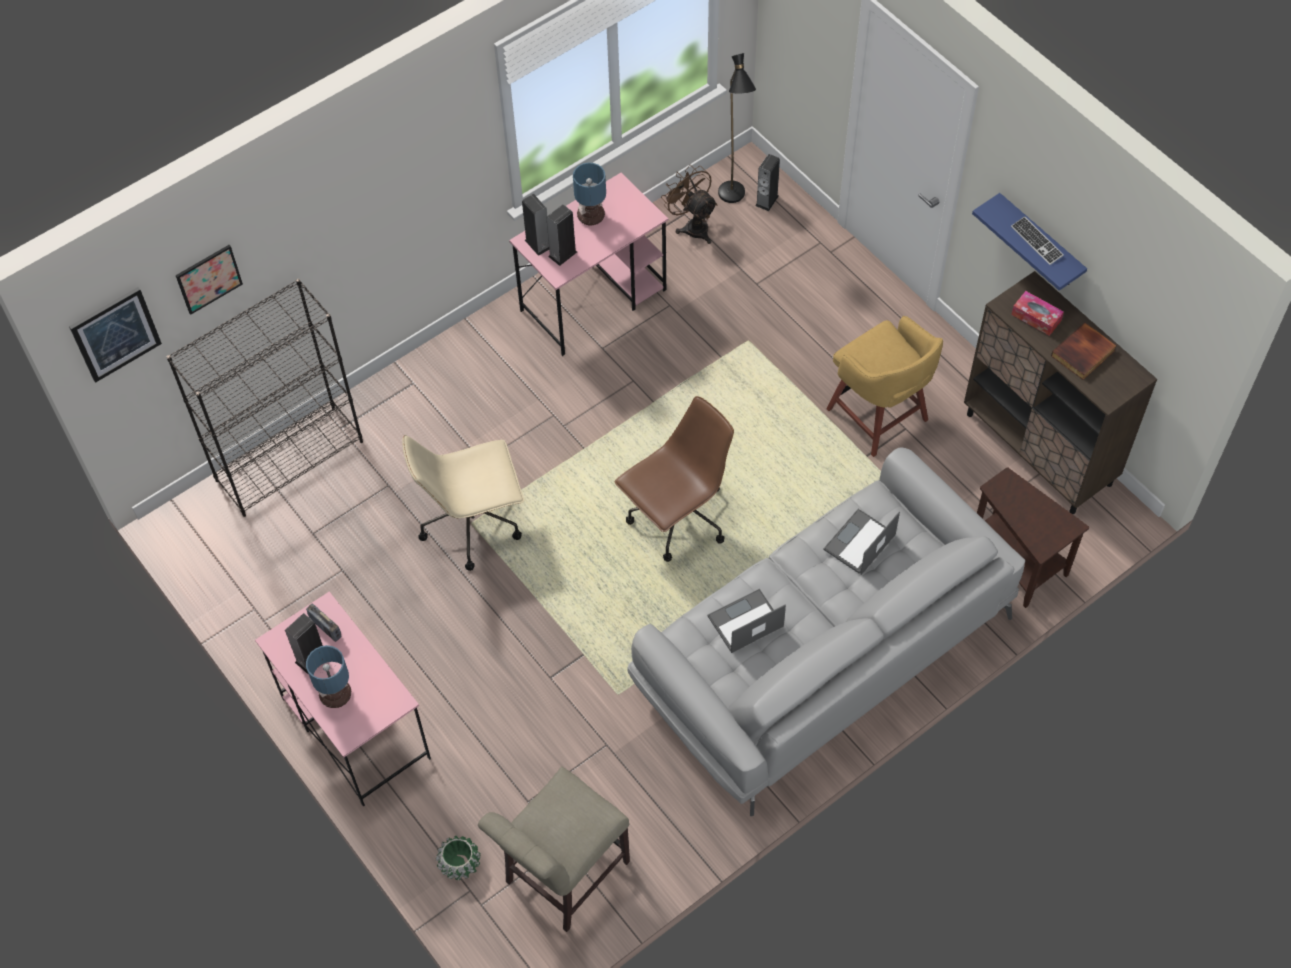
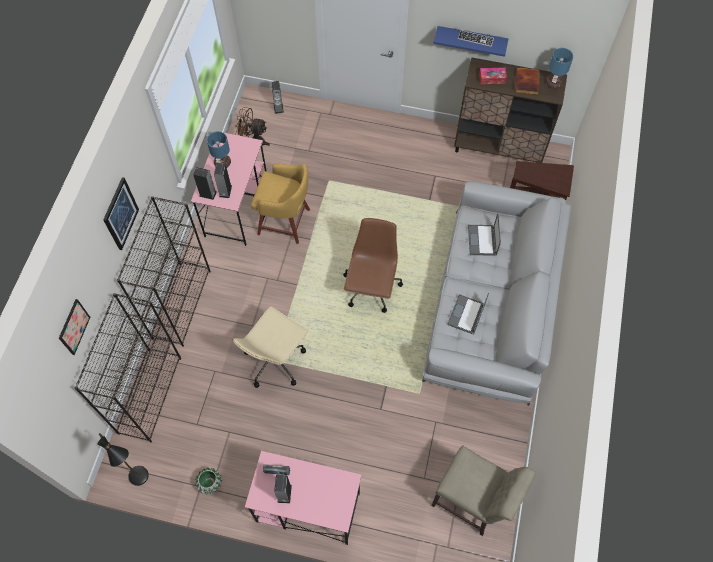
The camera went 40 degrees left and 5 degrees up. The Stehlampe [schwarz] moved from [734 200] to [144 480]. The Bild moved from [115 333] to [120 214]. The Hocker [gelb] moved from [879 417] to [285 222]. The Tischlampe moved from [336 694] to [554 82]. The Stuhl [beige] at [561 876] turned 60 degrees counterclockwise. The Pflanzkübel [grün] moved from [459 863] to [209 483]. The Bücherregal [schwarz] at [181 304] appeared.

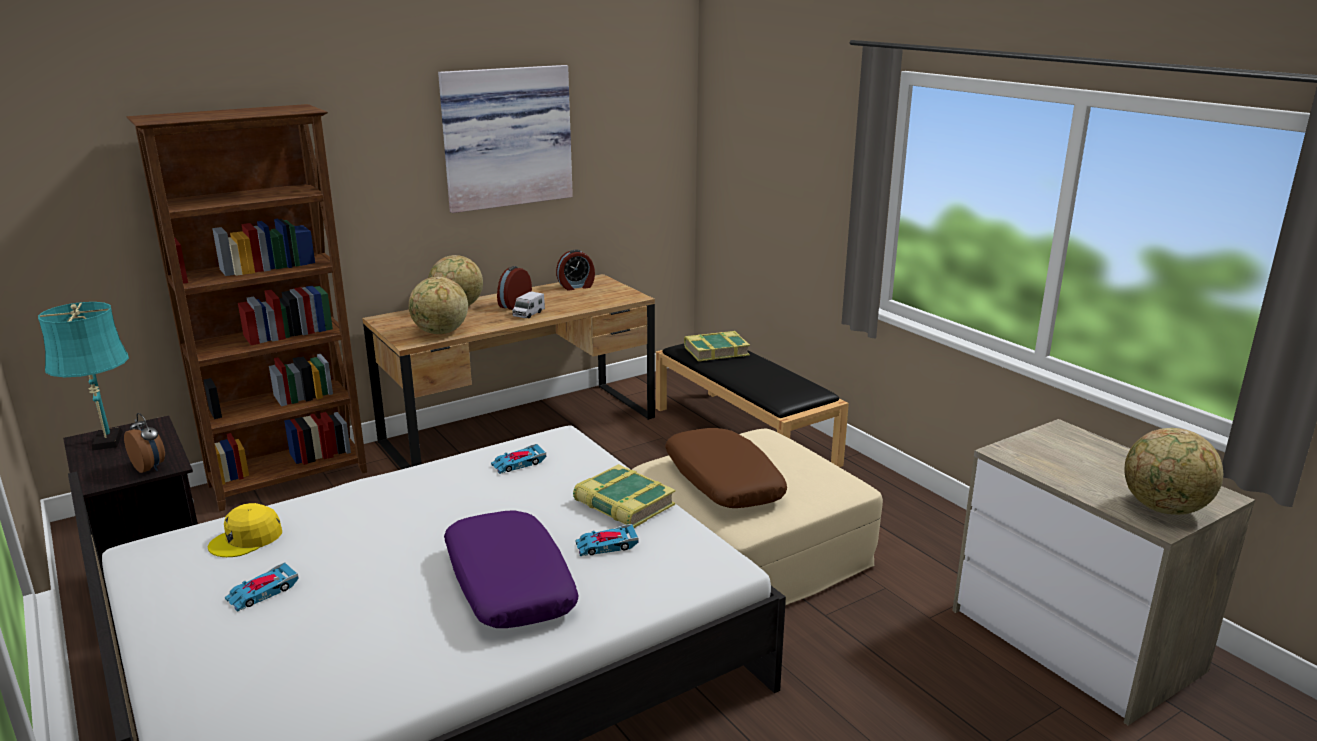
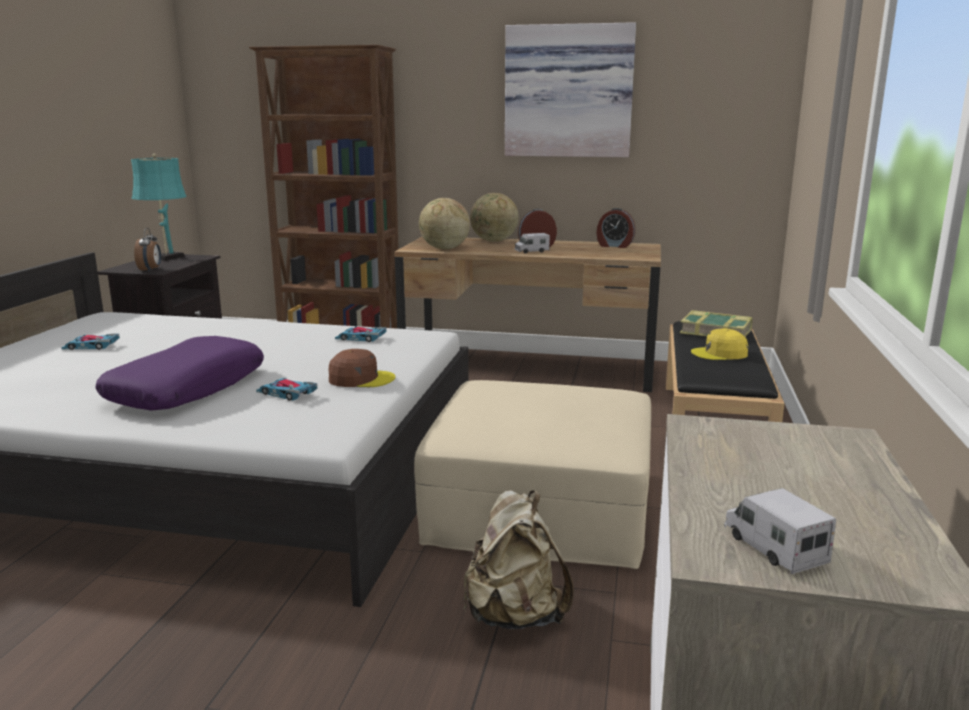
The camera went 45 degrees right and 5 degrees down. The Kissen [braun] at [722 481] disappeared. The Globus at [1164 509] was replaced by the Spielzeuglaster at [774 548]. The Buch at [623 504] was replaced by the Kappe [braun] at [361 379]. The Kappe [gelb] moved from [246 539] to [719 353]. The Rucksack [beige] at [514 616] appeared.

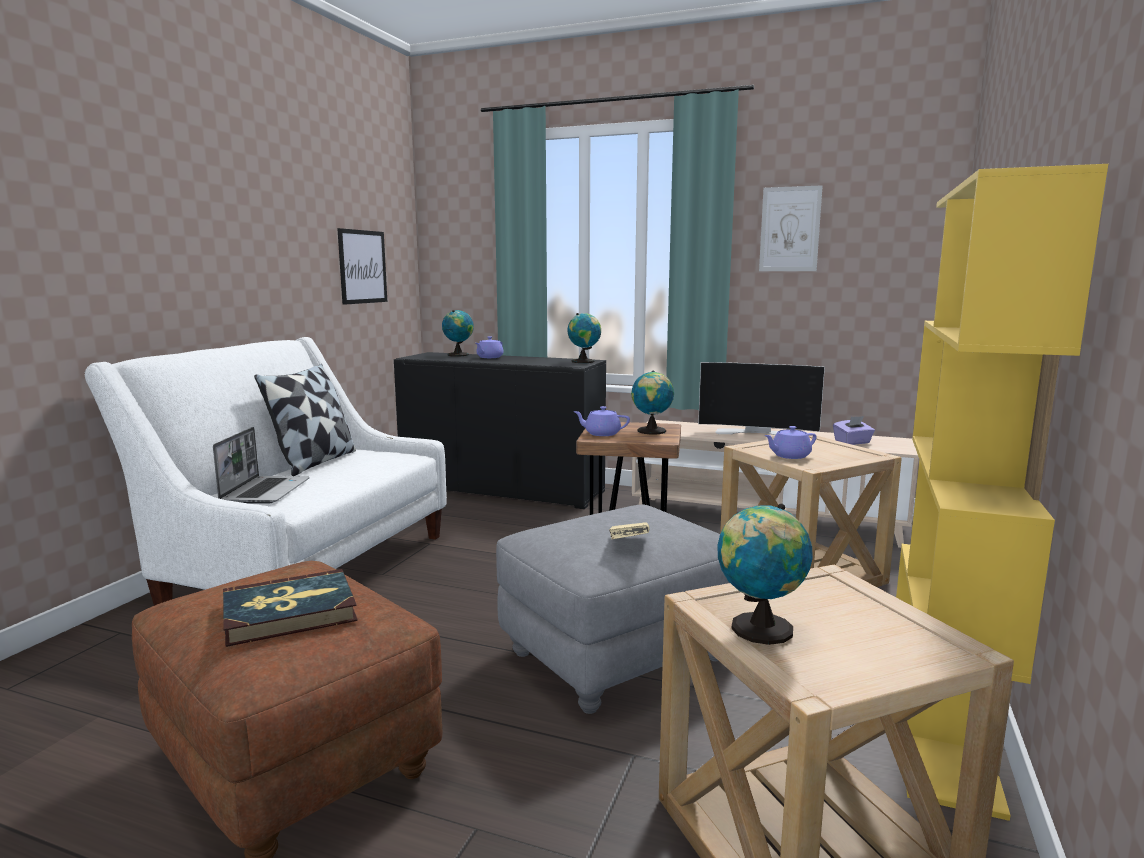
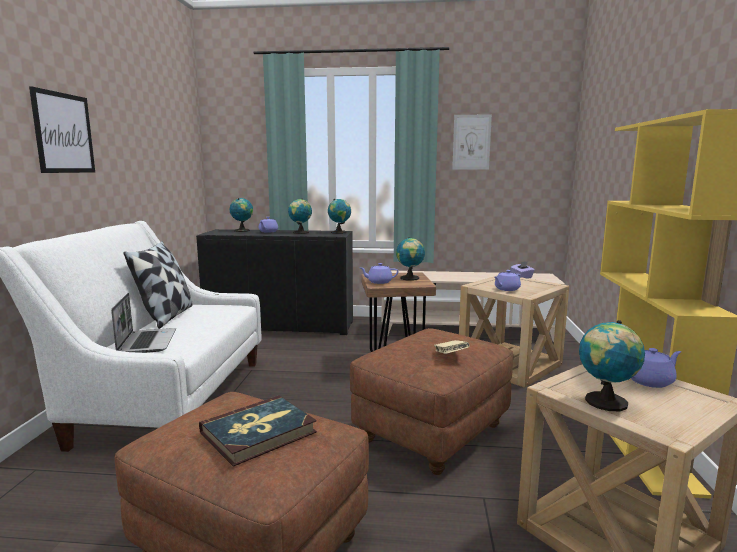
The camera went 15 degrees left and 0 degrees up. The Bild moved from [362 267] to [64 133]. The Fernseher at [758 432] disappeared. The Polsterhocker [grau] at [618 655] became the Polsterhocker [braun] at [432 432]. The Globus at [300 233] appeared. The Teekanne [lila] at [650 381] appeared.

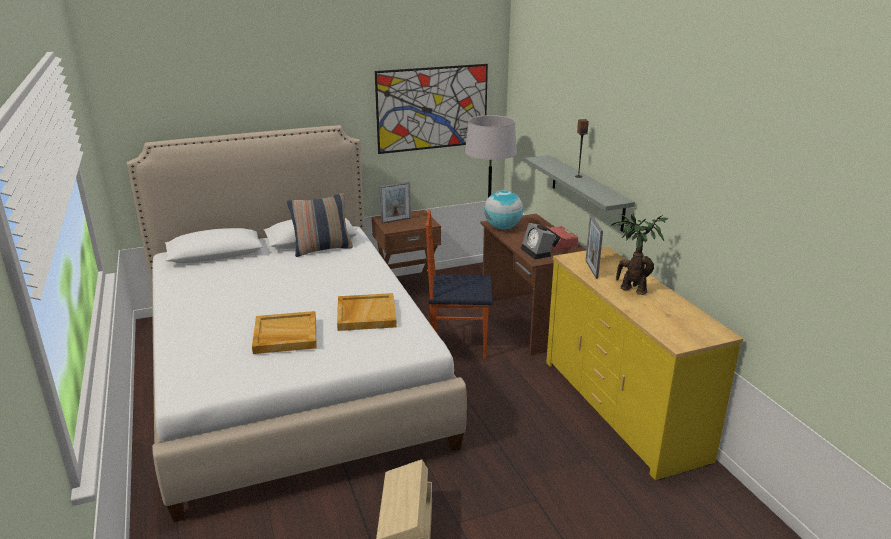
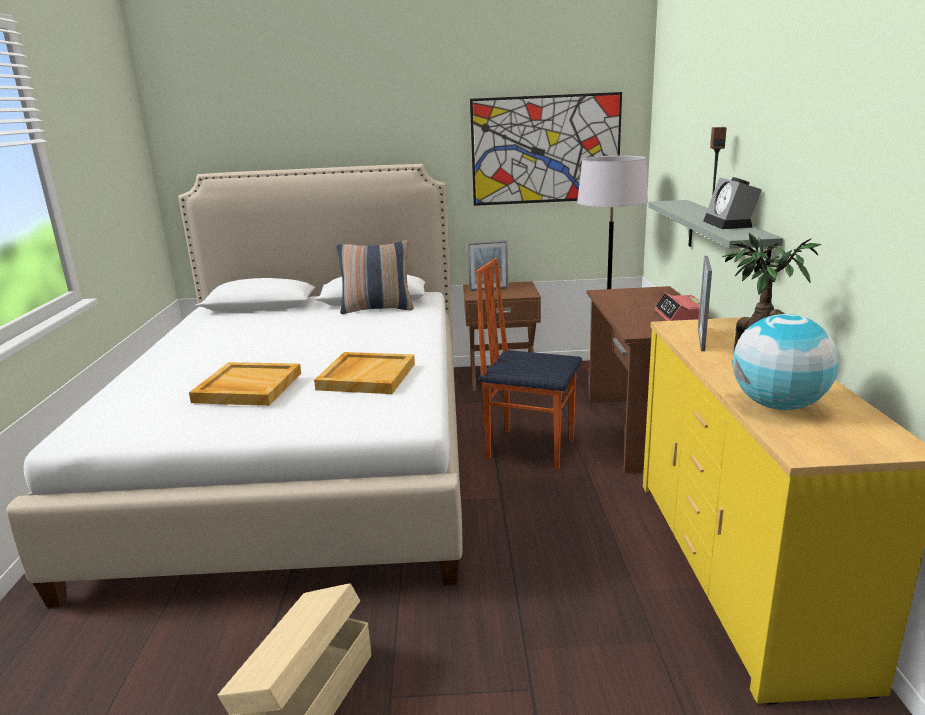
The camera went 20 degrees right and 5 degrees down. The Globus moved from [503 228] to [778 405]. The Wecker moved from [537 252] to [730 224].

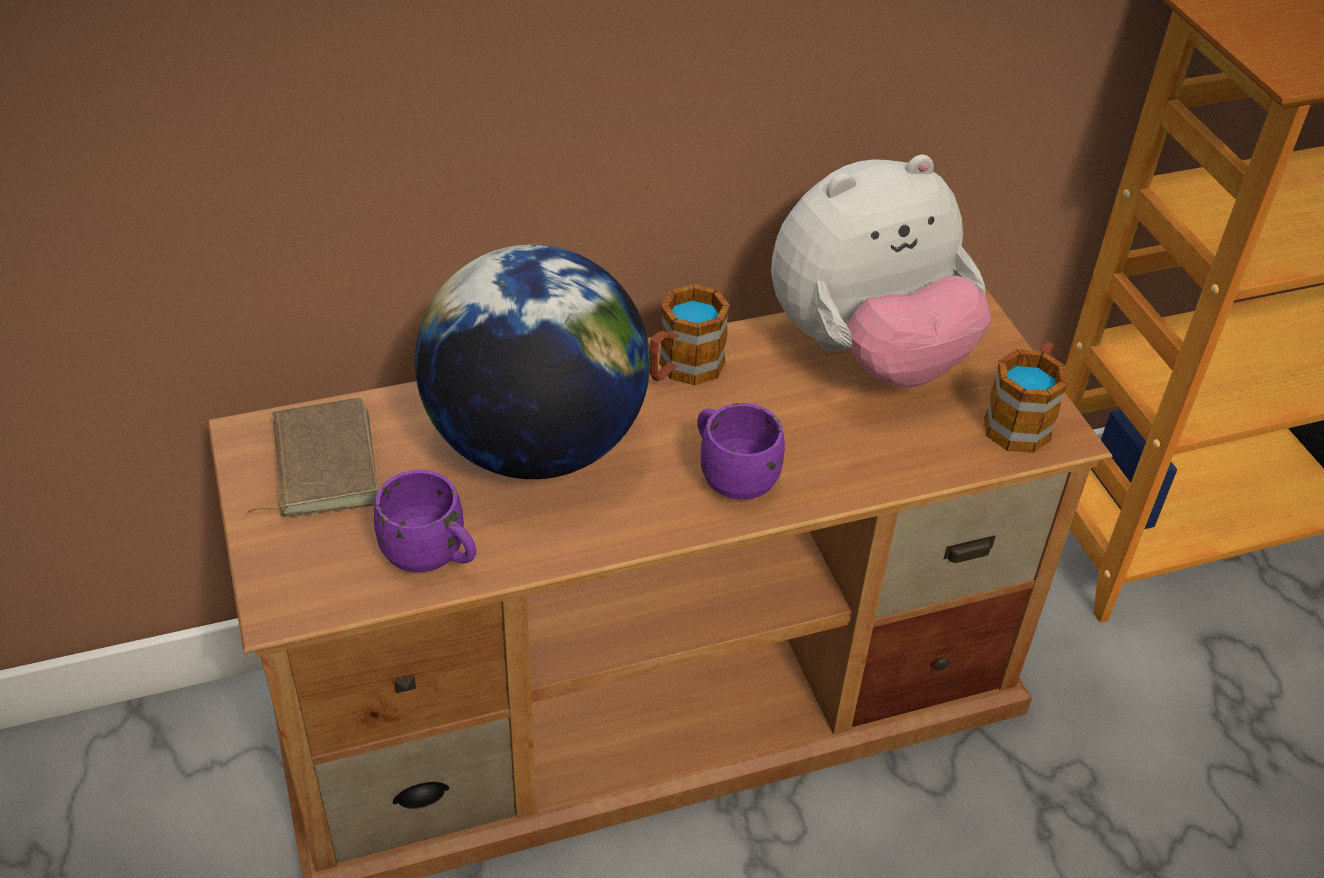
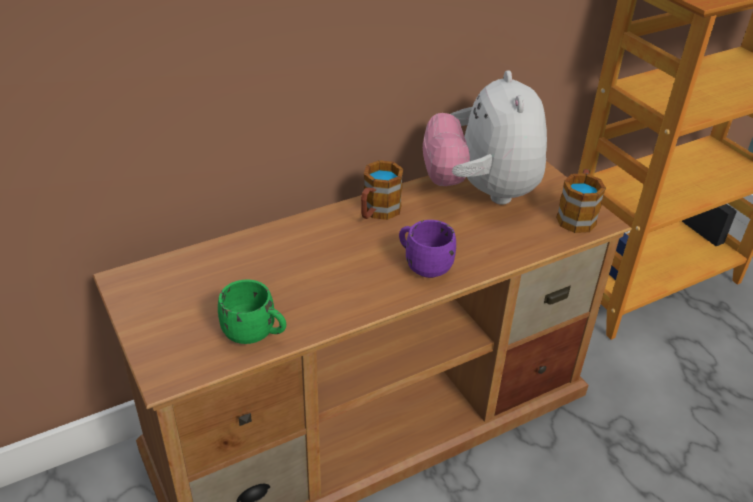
The camera went 10 degrees left and 5 degrees down. The Plüschtier at [868 353] turned 120 degrees clockwise. The Globus at [536 445] disappeared. The Buch [braun] at [320 464] disappeared. The Henkelbecher [lila] at [432 557] became the Henkelbecher [grün] at [255 334].

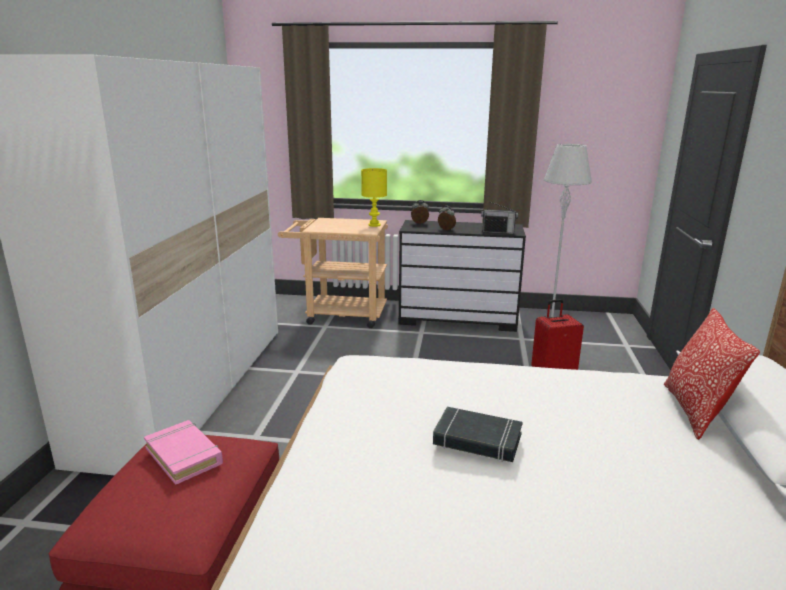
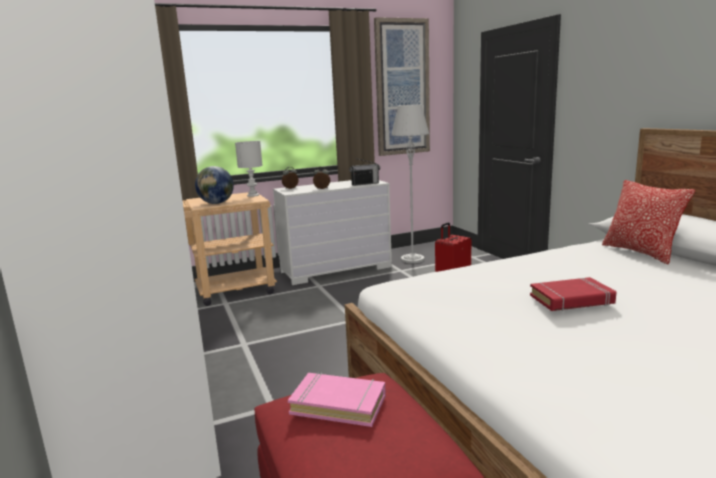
The camera went 30 degrees left and 5 degrees down. The Tischlampe [gelb] at [374 225] became the Tischlampe [weiß] at [253 195]. The Kommode [schwarz] at [458 318] became the Kommode [weiß] at [336 269]. The Buch [schwarz] at [477 440] became the Buch [rot] at [571 300]. The Bild at [402 88] appeared. The Globus at [216 203] appeared.

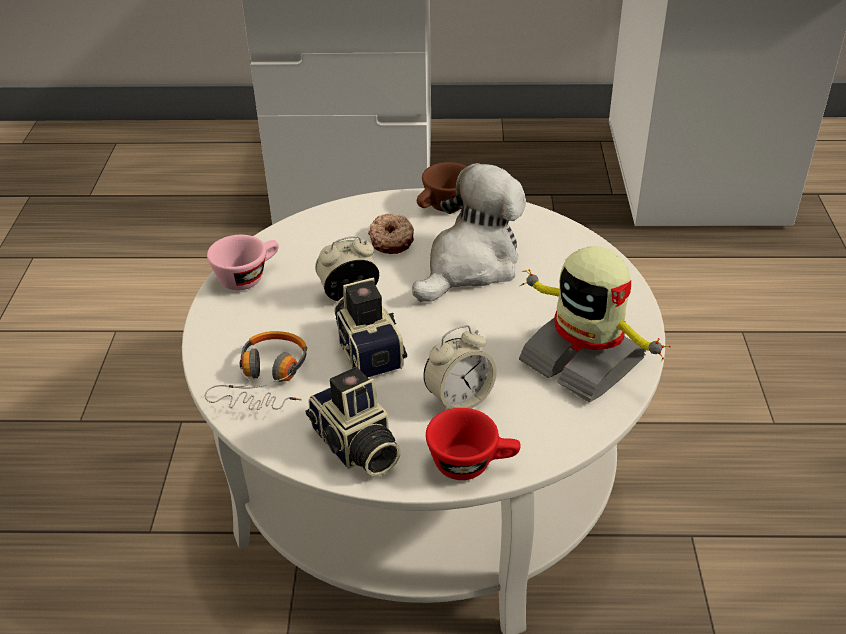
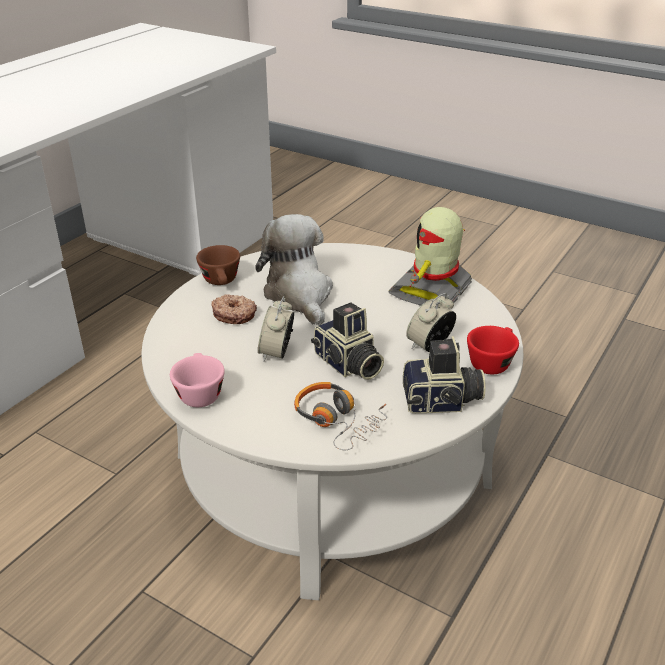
The camera went 60 degrees left and 5 degrees down. The Spielzeugroboter at [583 360] turned 135 degrees clockwise. The Kamera at [369 350] turned 135 degrees counterclockwise. The Wecker at [459 399] turned 135 degrees counterclockwise.

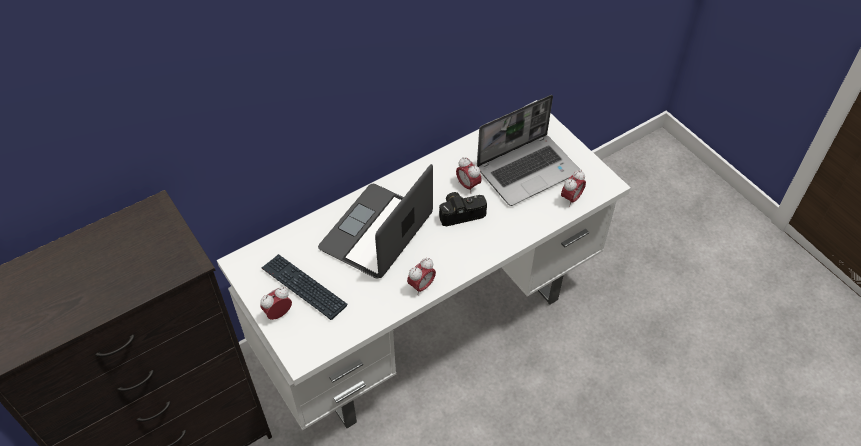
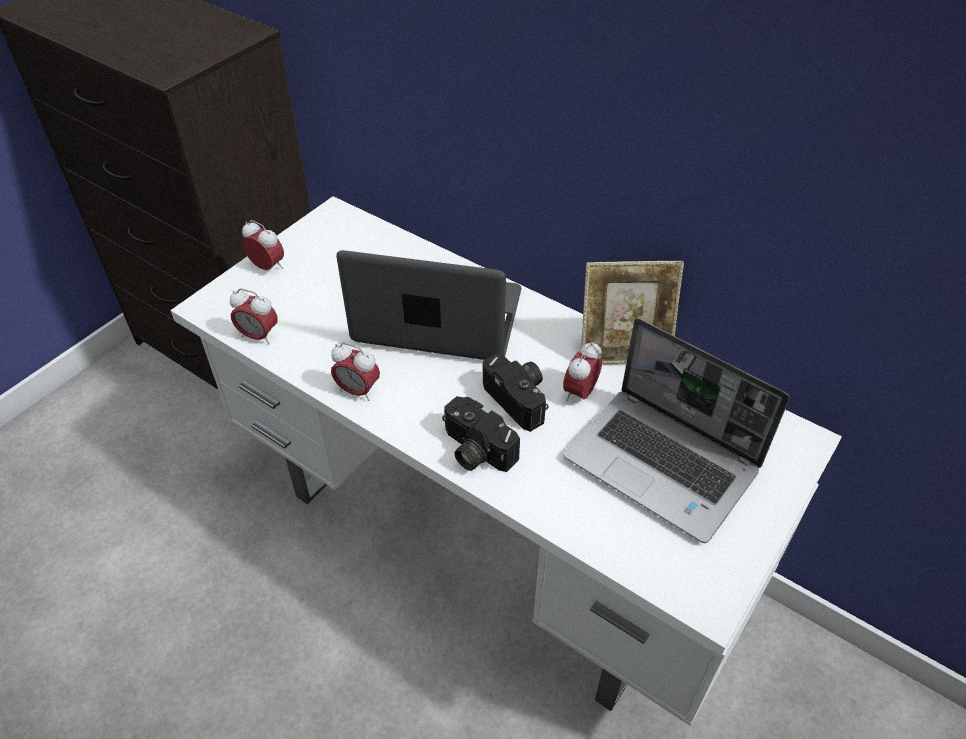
The camera went 70 degrees right and 5 degrees down. The Wecker moved from [571 198] to [259 336]. The Tastatur at [304 287] disappeared. The Bilderrahmen at [623 351] appeared. The Kamera at [474 450] appeared.

